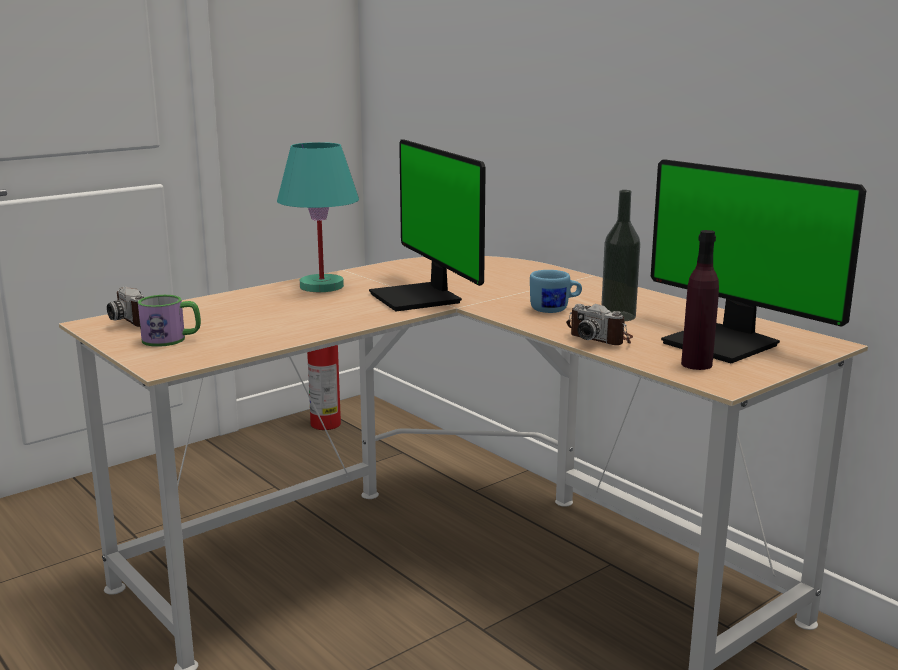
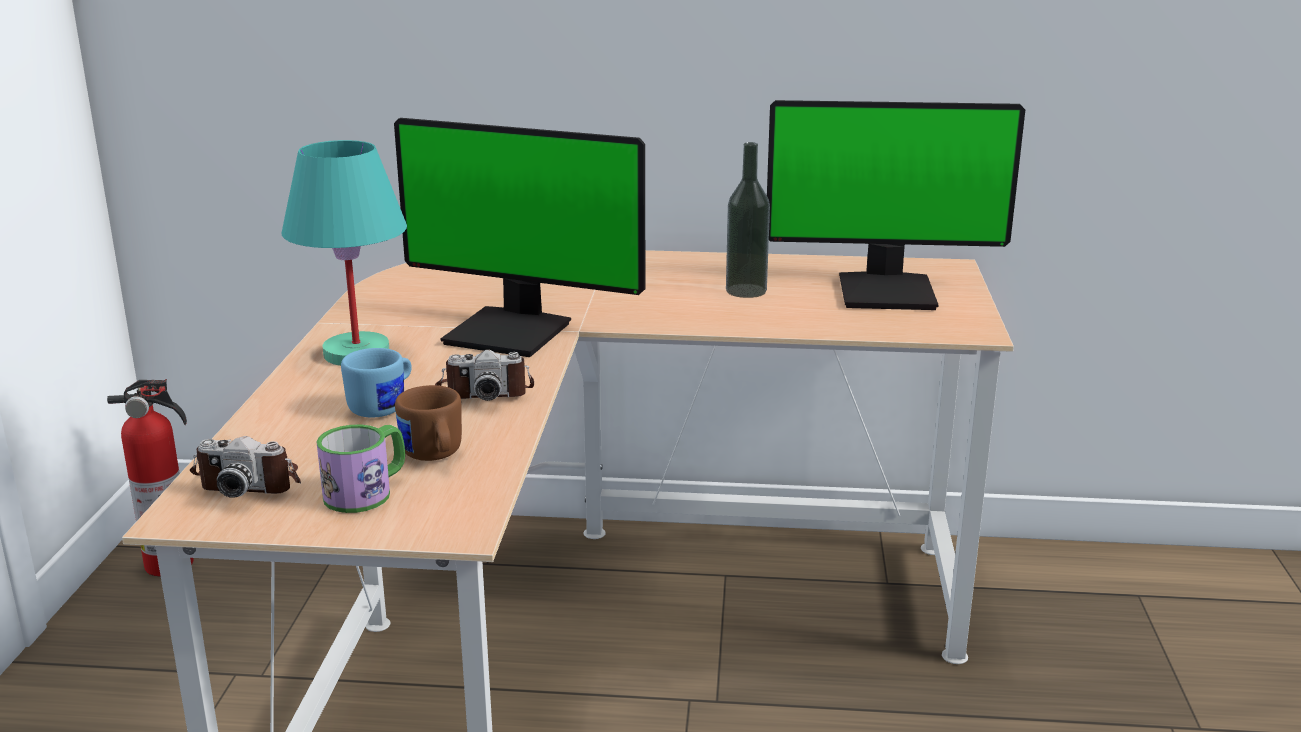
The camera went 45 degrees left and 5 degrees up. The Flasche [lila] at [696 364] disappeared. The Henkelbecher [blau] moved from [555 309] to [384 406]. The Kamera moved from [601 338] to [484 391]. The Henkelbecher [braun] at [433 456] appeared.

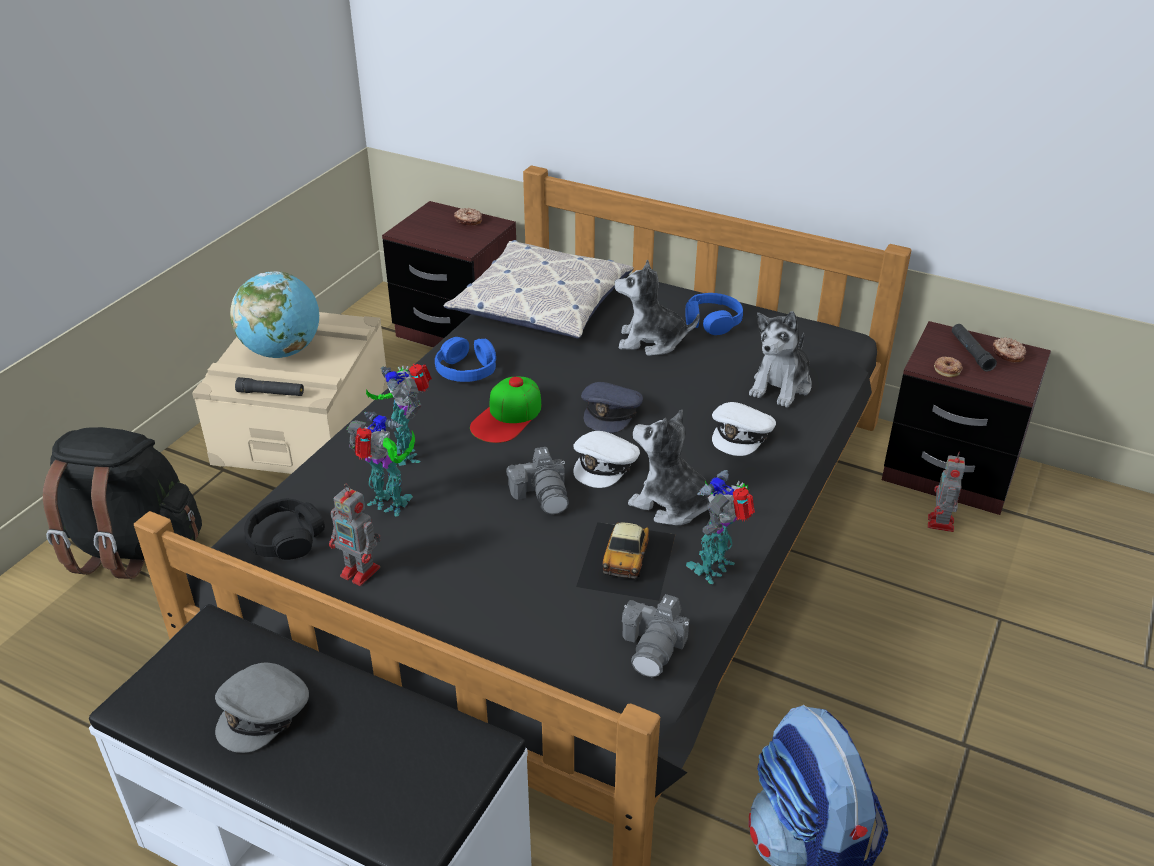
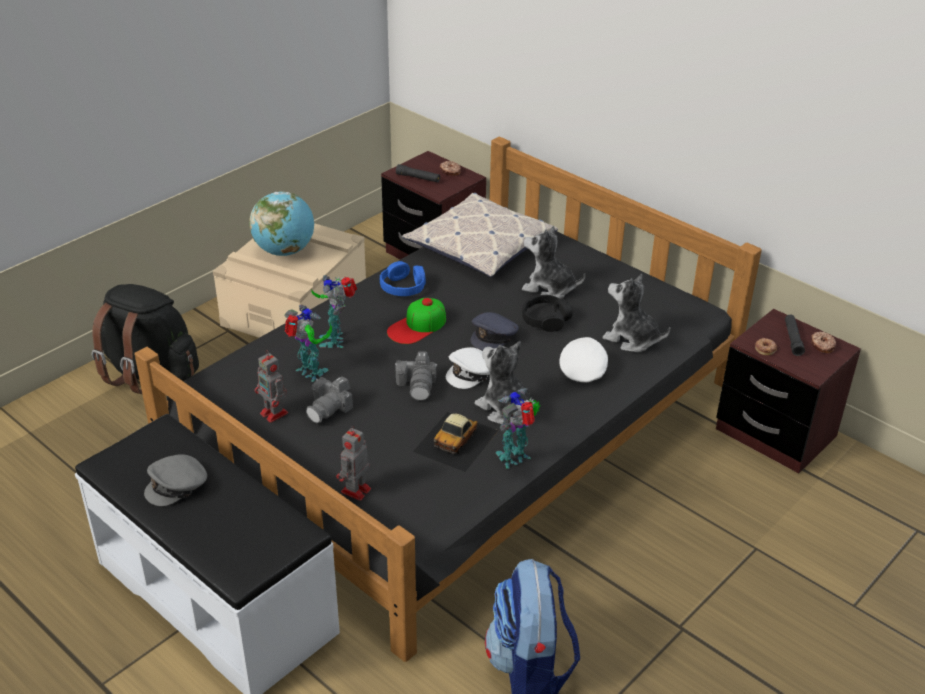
The camera went 15 degrees right and 0 degrees up. The Kopfhörer [blau] at [712 321] disappeared. The Plüschtier at [781 386] turned 75 degrees clockwise. The Taschenlampe [schwarz] moved from [271 393] to [418 178]. The Kappe [weiß] at [741 434] turned 150 degrees clockwise. The Spielzeugroboter moved from [940 524] to [355 491]. The Kopfhörer [schwarz] moved from [285 539] to [545 319]. The Kamera moved from [654 647] to [329 408].

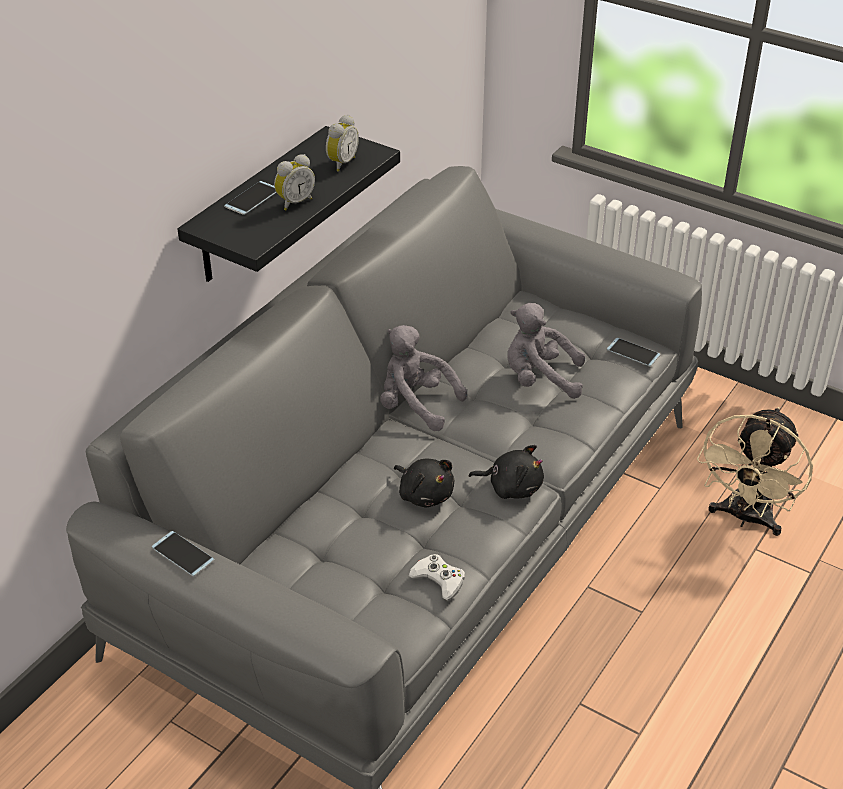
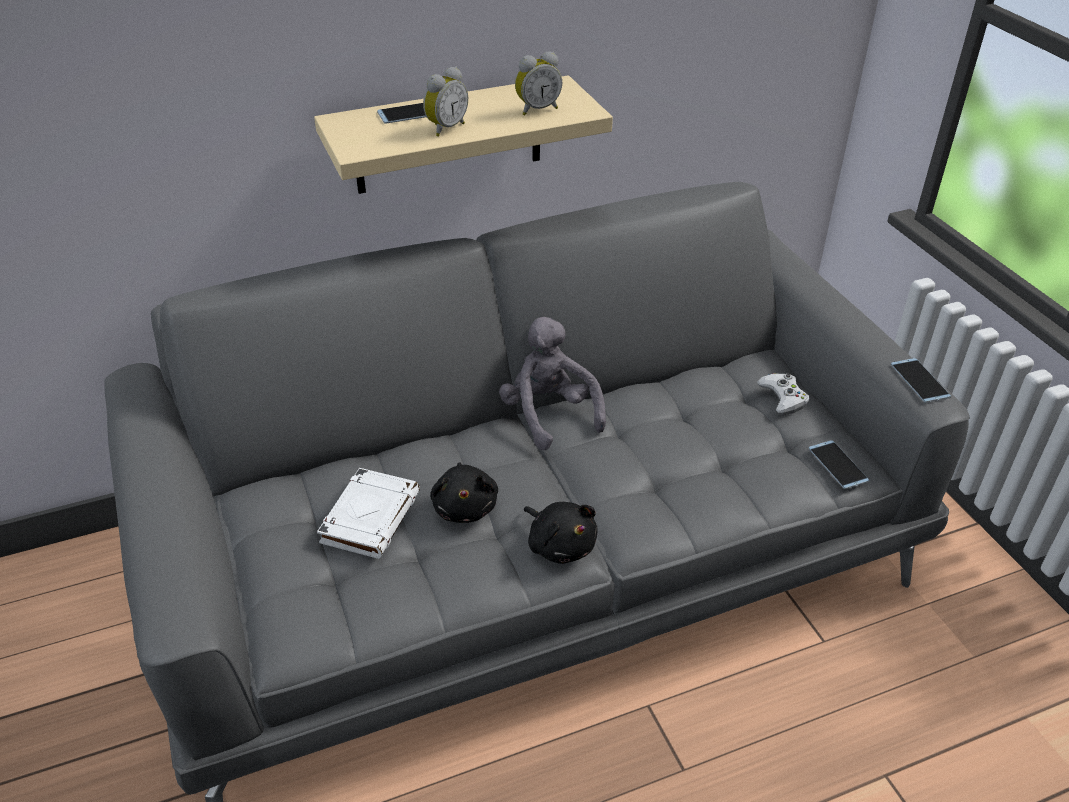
The camera went 35 degrees right and 0 degrees up. The Wandregal [schwarz] at [258 207] became the Wandregal [beige] at [448 136]. The Wecker at [294 202] turned 45 degrees counterclockwise. The Plüschtier [grau] at [540 379] disappeared. The Ventilator [beige] at [745 518] disappeared. The Handy moved from [182 554] to [919 380]. The Gamepad [weiß] moved from [439 580] to [783 397]. The Buch [weiß] at [370 517] appeared.

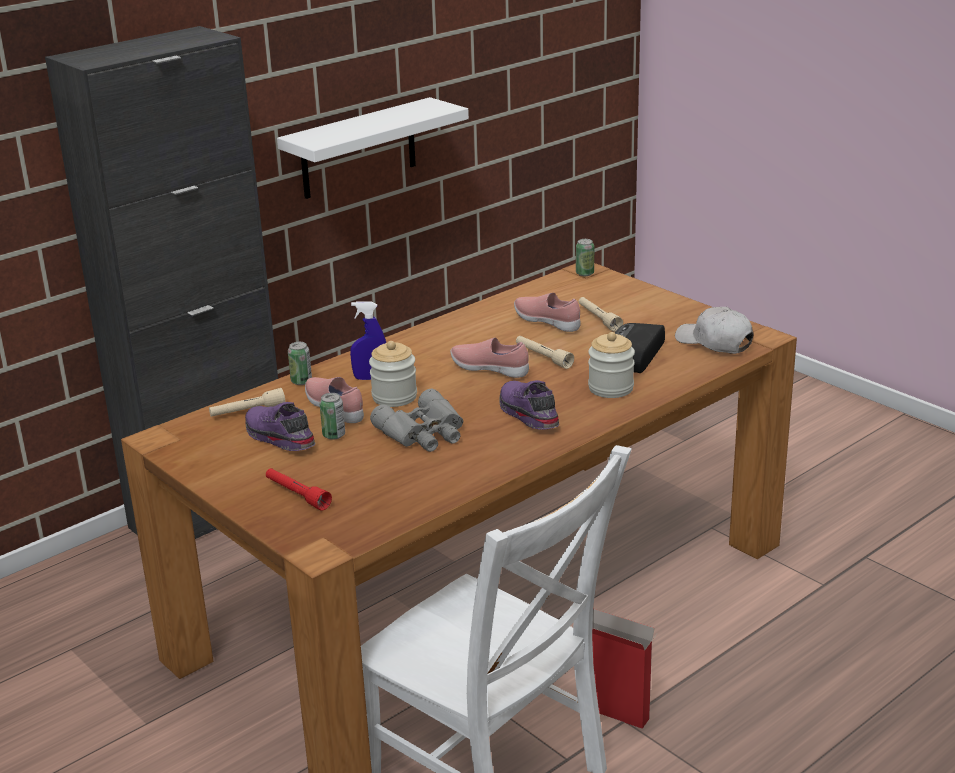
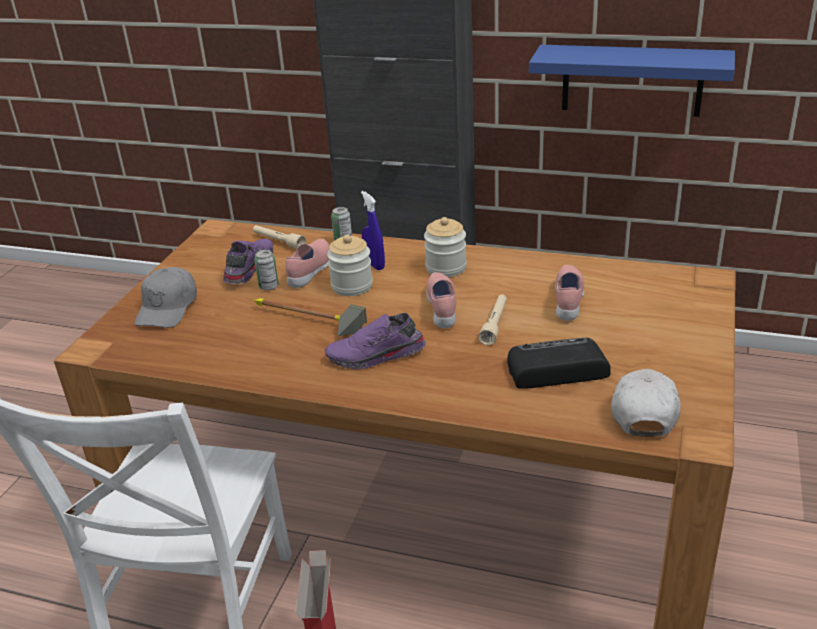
The camera went 60 degrees right and 5 degrees up. The Wandregal [weiß] at [358 149] became the Wandregal [blau] at [631 80]. The Dose at [585 273] disappeared. The Taschenlampe [beige] at [598 319] disappeared. The Vorratsglas moved from [610 388] to [446 268]. The Schuh [lila] at [527 414] turned 135 degrees counterclockwise. The Fernglas [grau] at [424 433] was replaced by the Hammer at [302 321]. The Taschenlampe [rot] at [297 495] was replaced by the Kappe [grau] at [168 308].

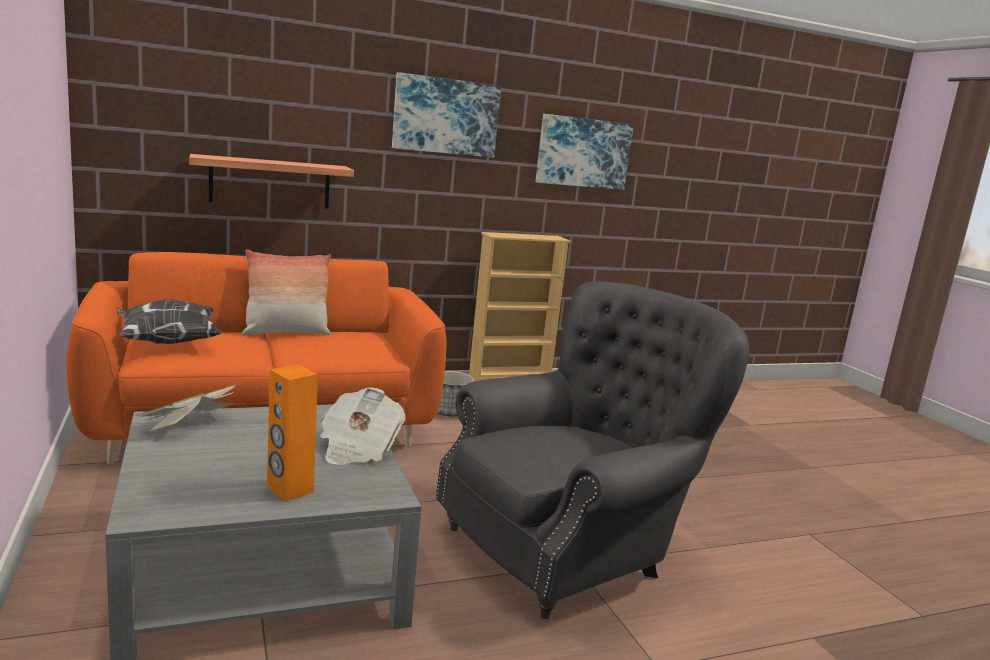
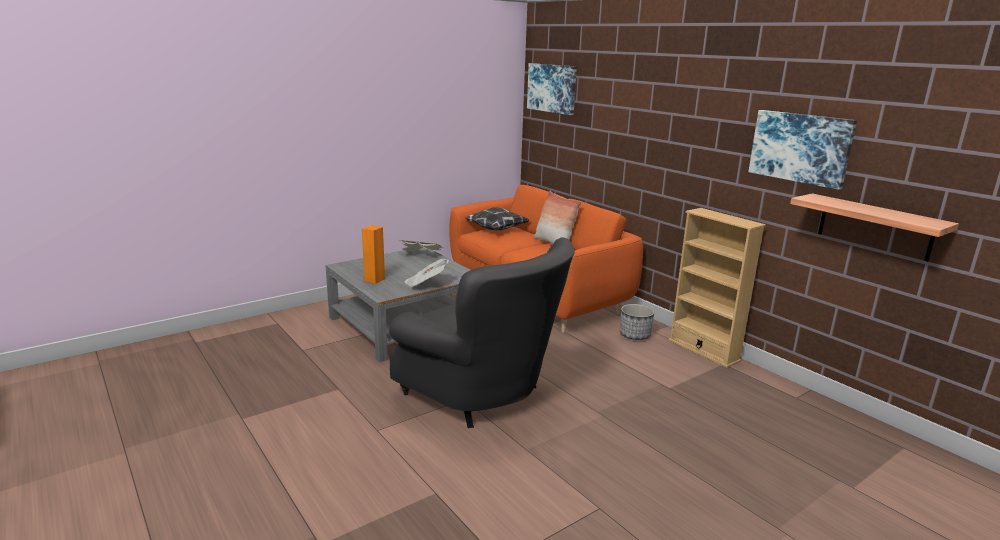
The camera went 75 degrees right and 5 degrees up. The Bild moved from [445 116] to [552 88]. The Wandregal moved from [270 182] to [874 227].

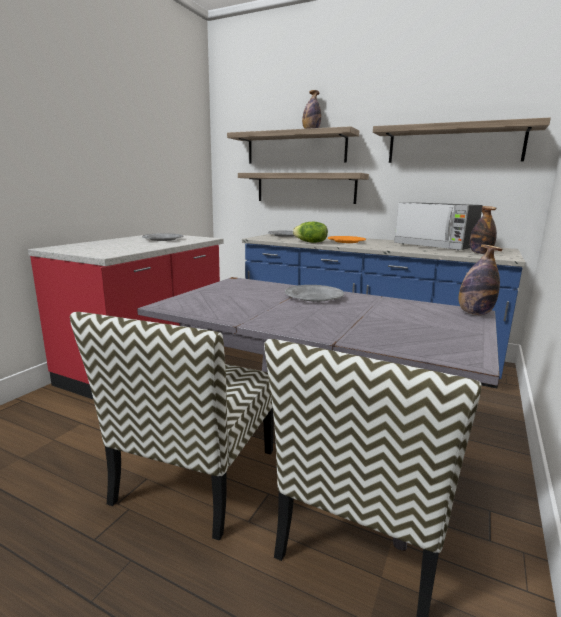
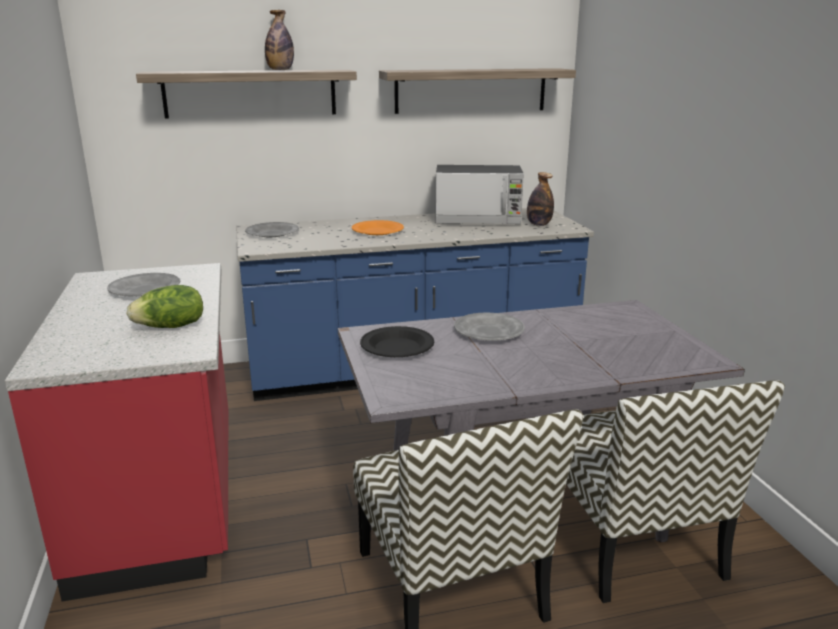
The camera went 40 degrees left and 5 degrees up. The Wandregal at [305 188] disappeared. The Salatkopf moved from [310 242] to [171 327]. The Flasche at [474 313] disappeared. The Teller [schwarz] at [397 346] appeared.

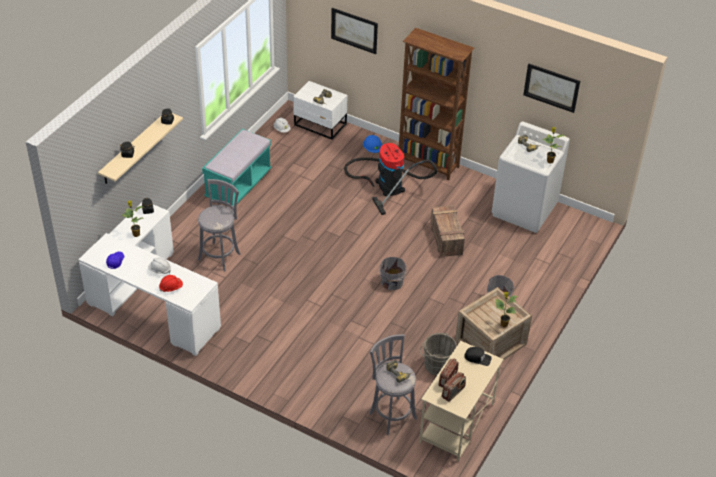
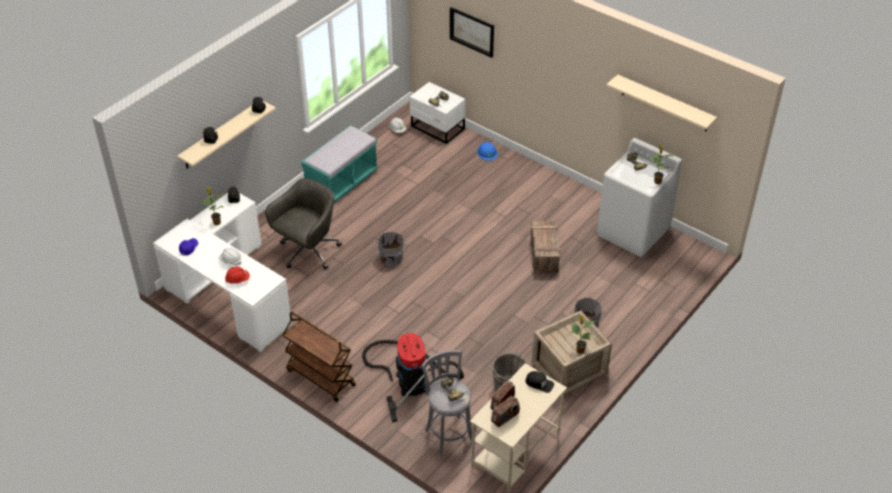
The camera went 10 degrees right and 0 degrees up. The Bücherregal [braun] at [428 164] disappeared. The Bild at [551 87] was replaced by the Wandregal [beige] at [665 103]. The Staubsauger moved from [387 184] to [410 379]. The Hocker [grau] at [220 255] was replaced by the Bürostuhl [grau] at [308 252]. The Eimer [grau] moved from [391 283] to [391 258]. The Rollwagen [braun] at [320 377] appeared.

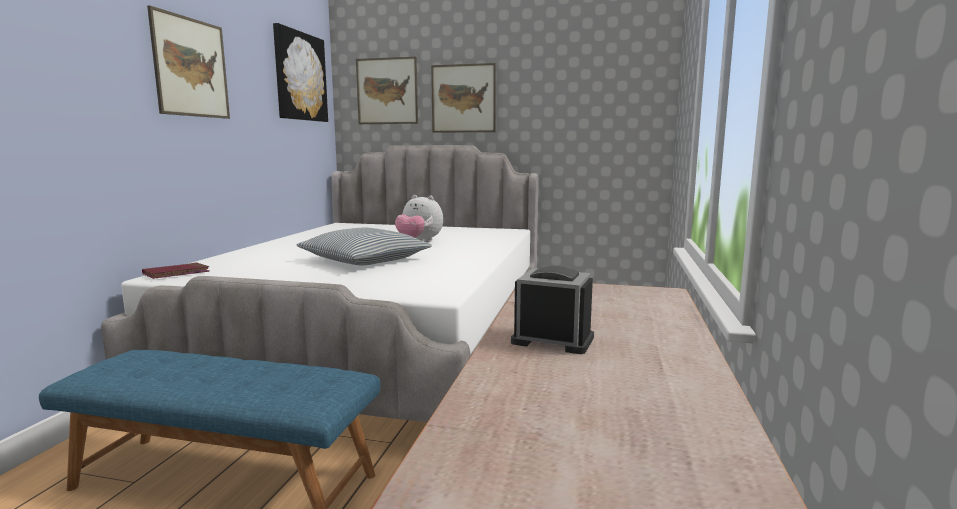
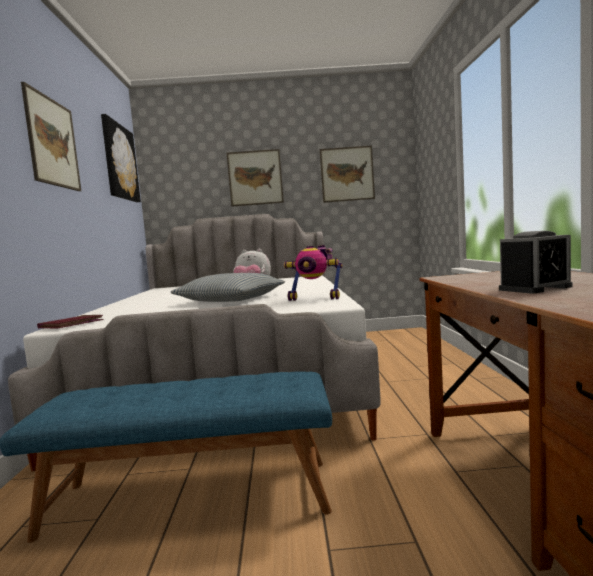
The camera went 15 degrees left and 5 degrees down. The Bild moved from [387 91] to [347 174]. The Wecker at [552 340] turned 150 degrees clockwise. The Spielzeugroboter at [315 298] appeared.

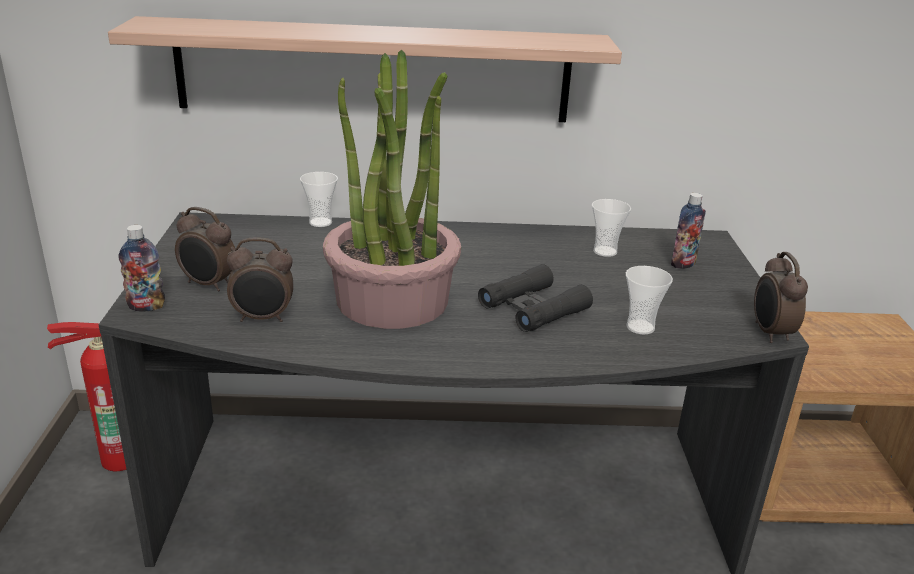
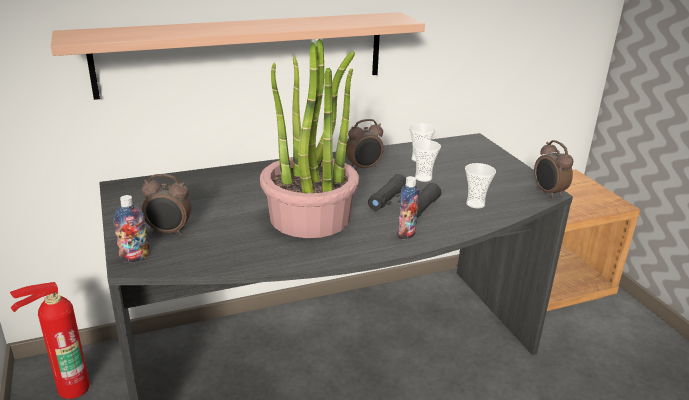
The camera went 20 degrees left and 0 degrees up. The Tasse moved from [320 222] to [423 178]. The Flasche moved from [683 264] to [406 234]. The Wecker moved from [263 318] to [364 168].

